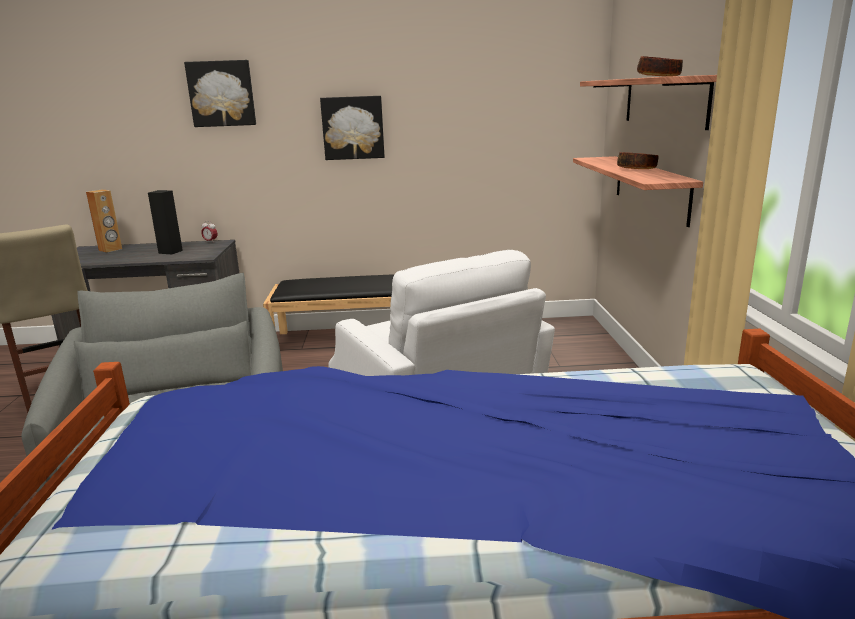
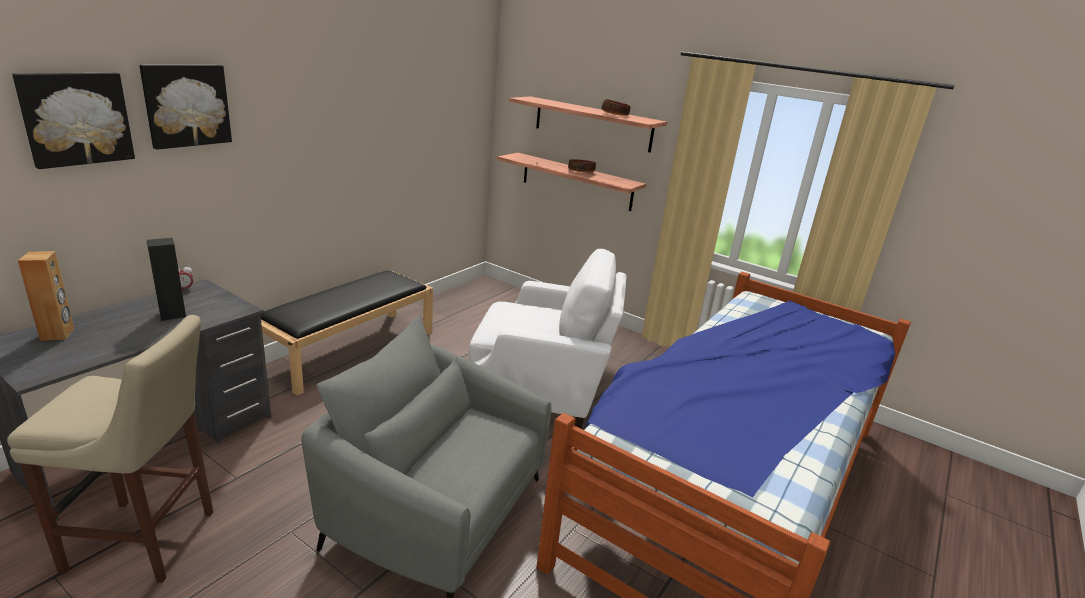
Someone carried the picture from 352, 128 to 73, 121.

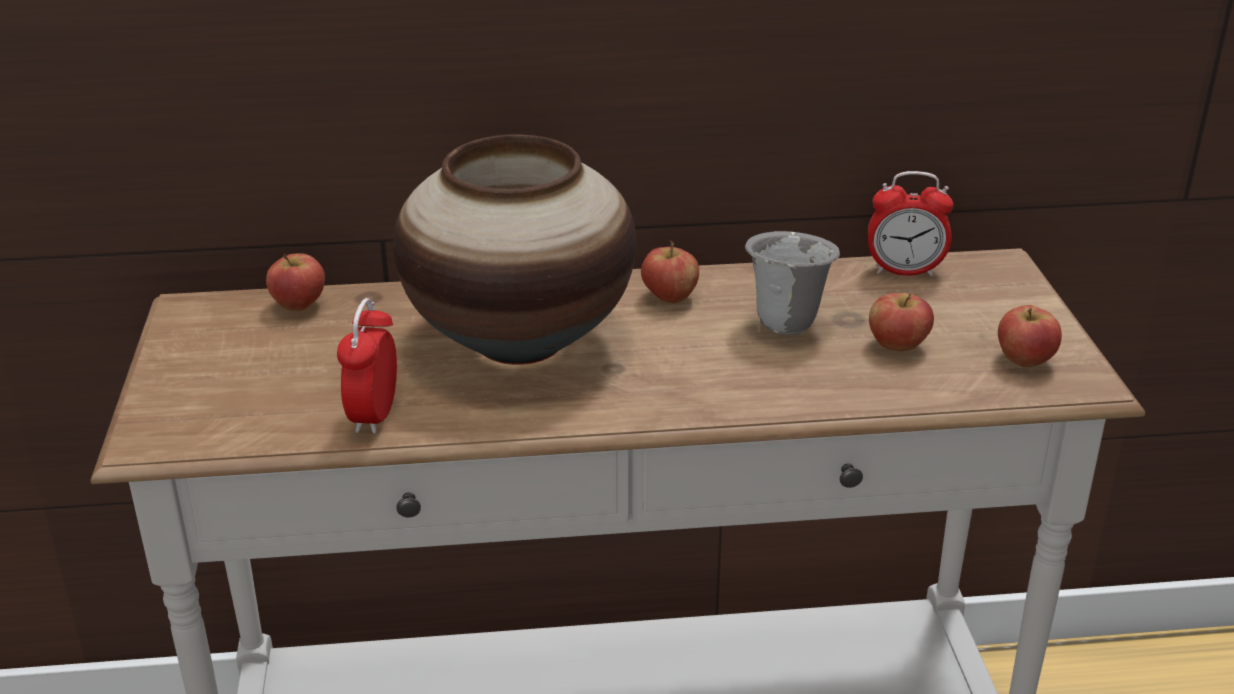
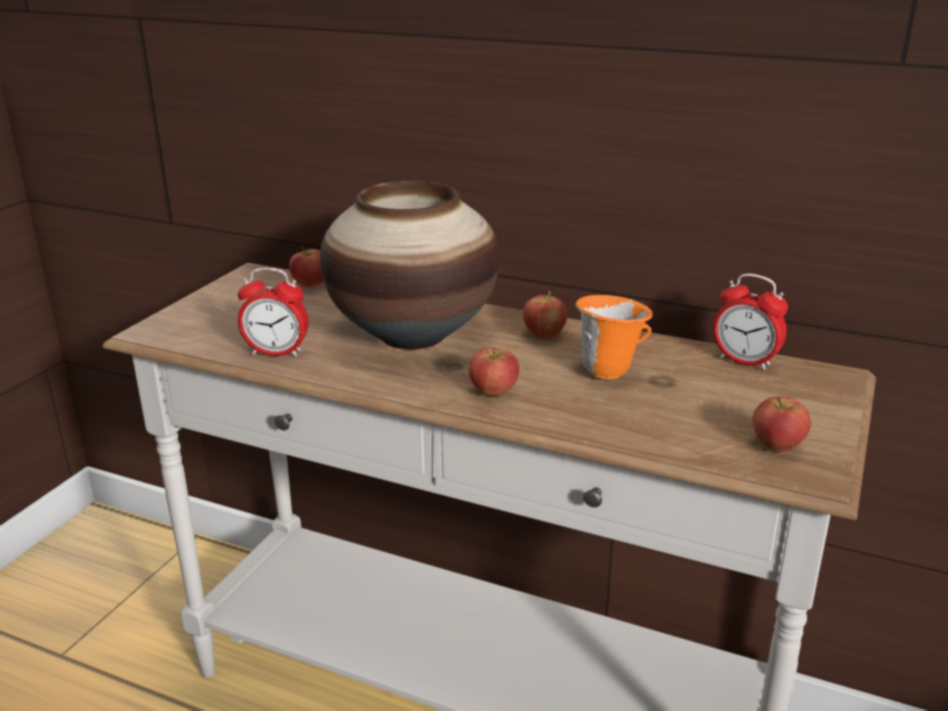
Someone rotated the alarm clock at 367, 366 by 120 degrees counterclockwise.
Someone repainted the grey mug at 792, 283, which became the orange mug at 614, 337.
Someone carried the apple from 901, 322 to 493, 371.

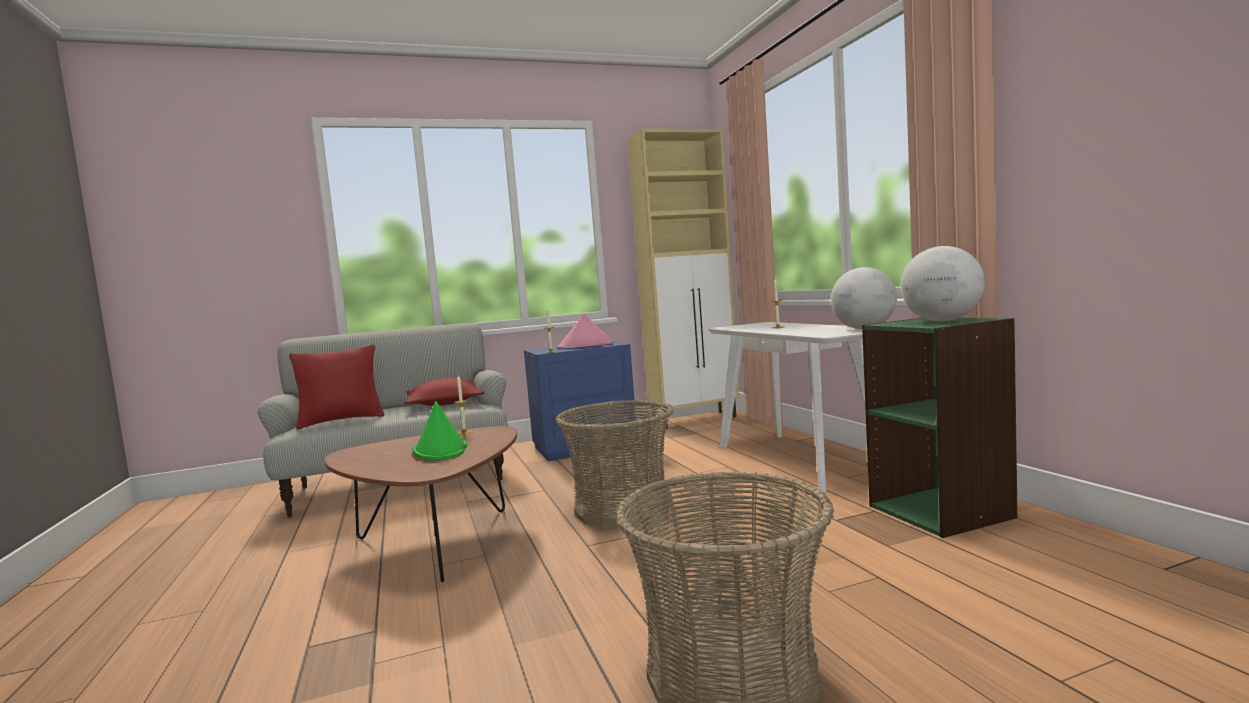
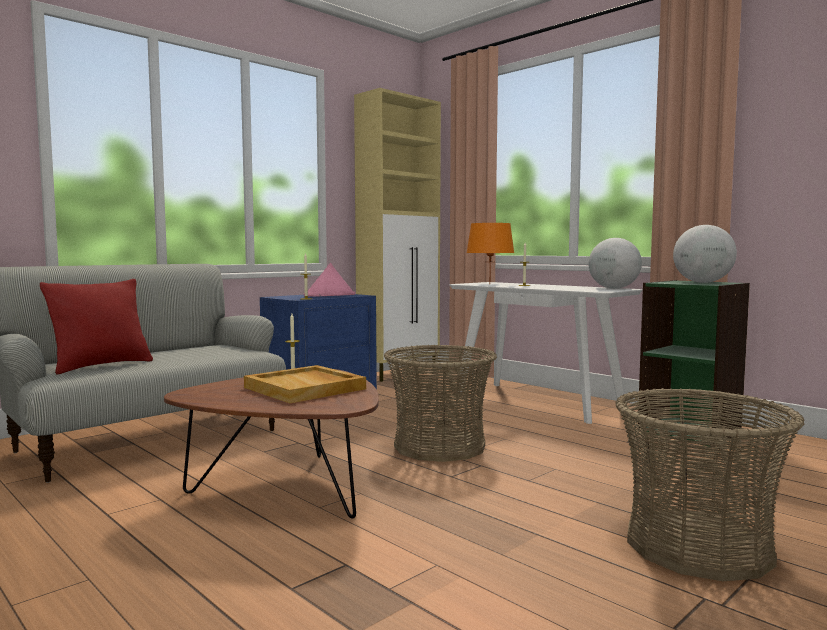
Someone took away the red pillow at 444, 392.
Someone swapped the green hat at 440, 431 for the beige tray at 305, 384.
Someone put down the orange table lamp at 490, 247.

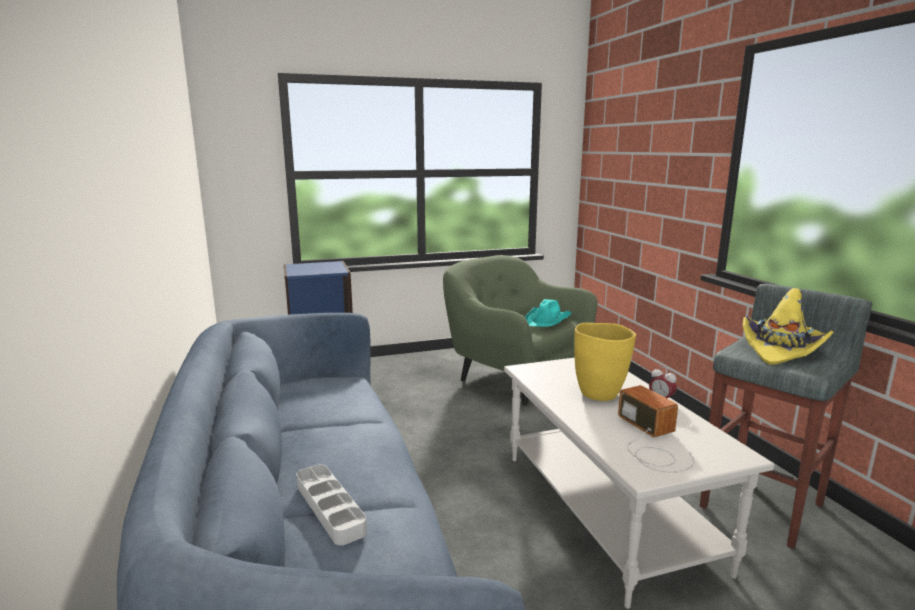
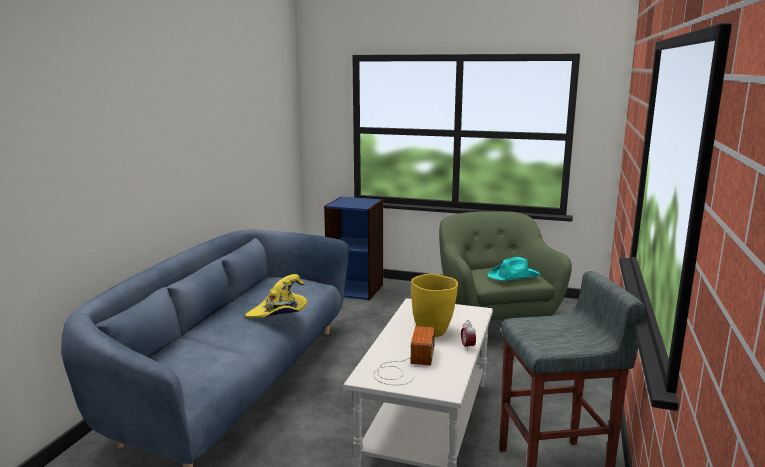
Someone took away the grey tray at 332, 504.
Someone carried the yellow hat from 788, 326 to 276, 296.

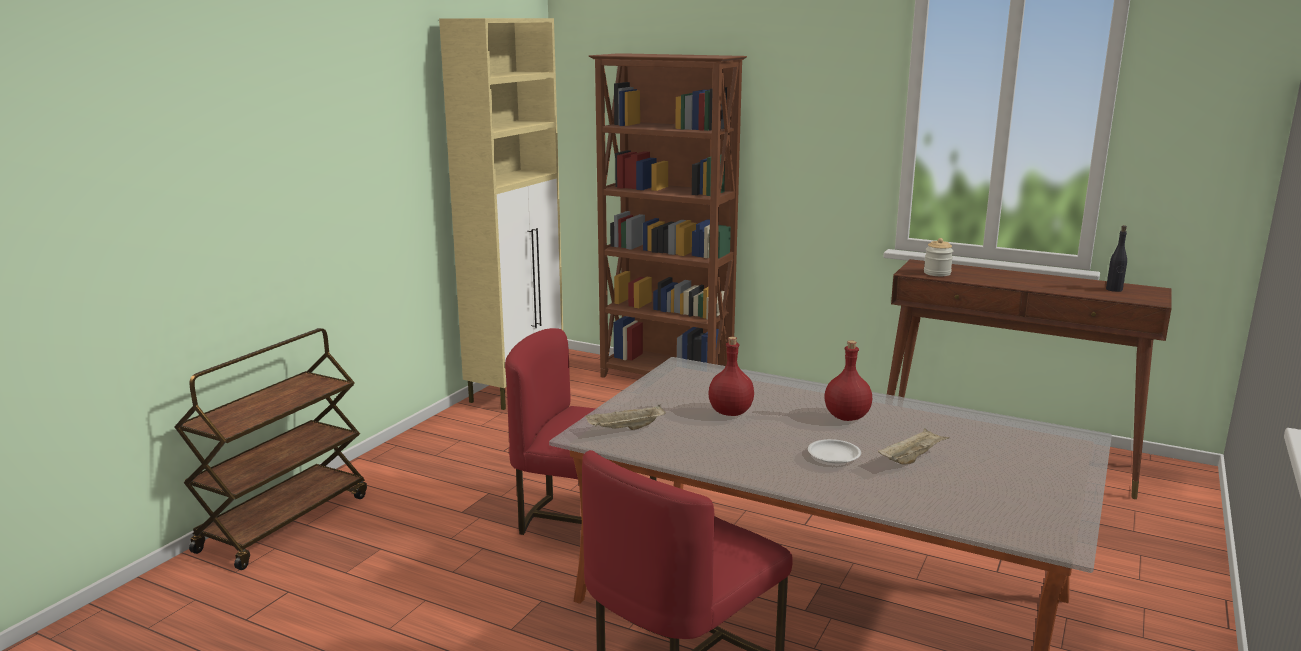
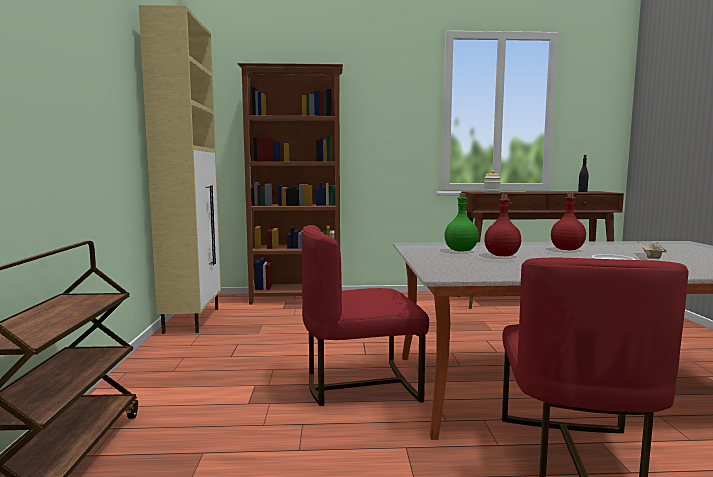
Someone took away the beige tray at 625, 417.
Someone put down the green bottle at 462, 222.

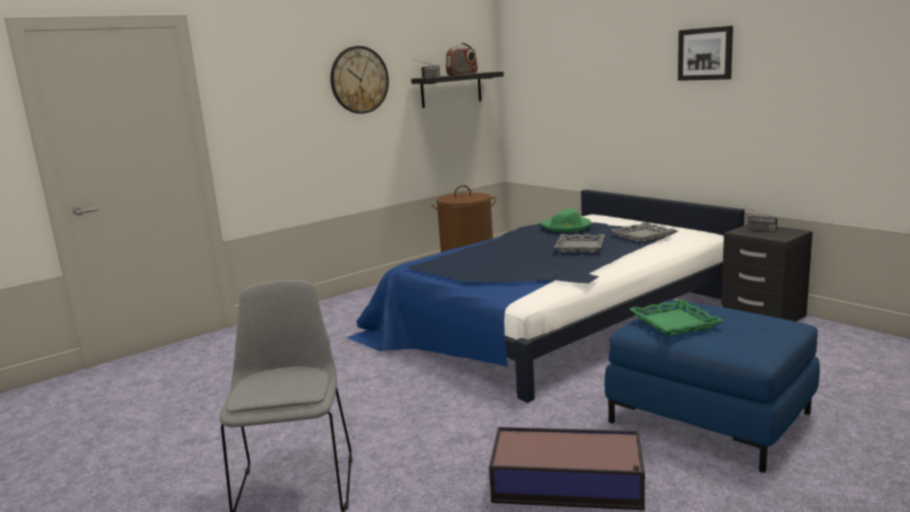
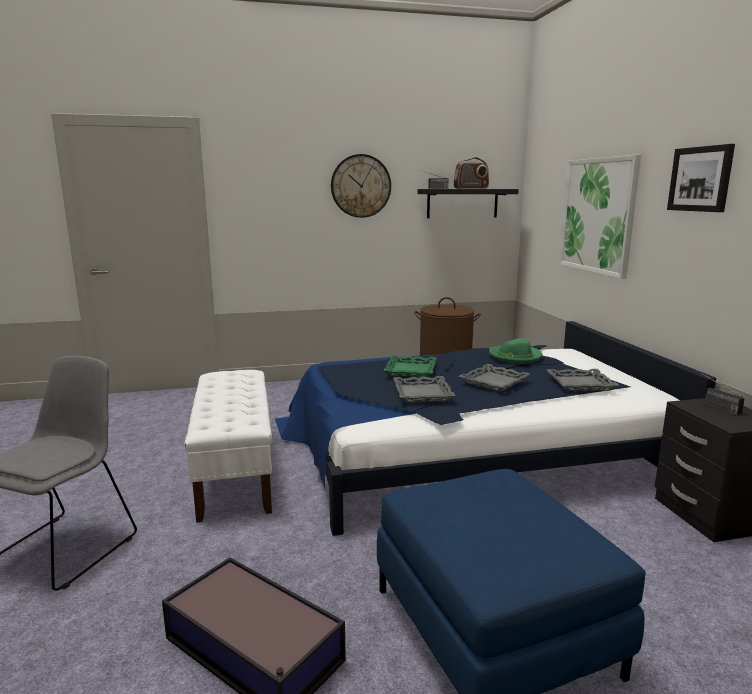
Someone carried the green tray from 676, 317 to 410, 366.
Someone put down the white bench at 228, 446.
Someone put down the grey tray at 424, 389.
Someone put up the picture at 600, 217.

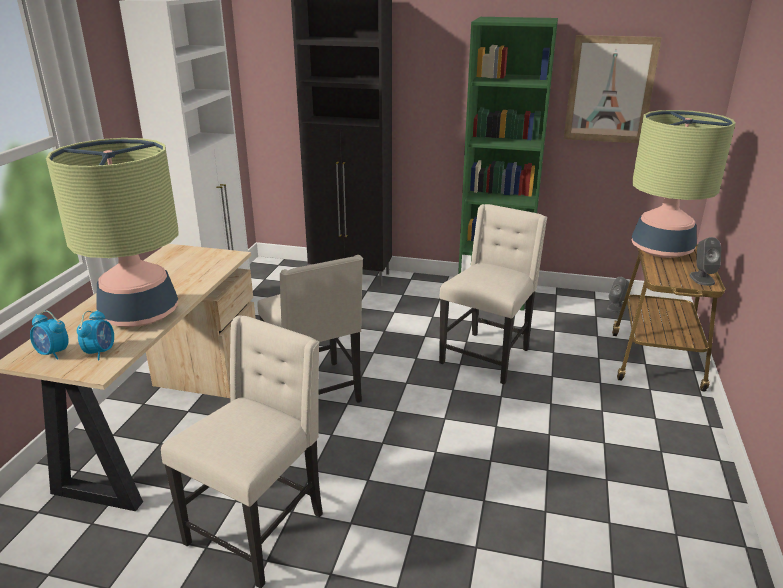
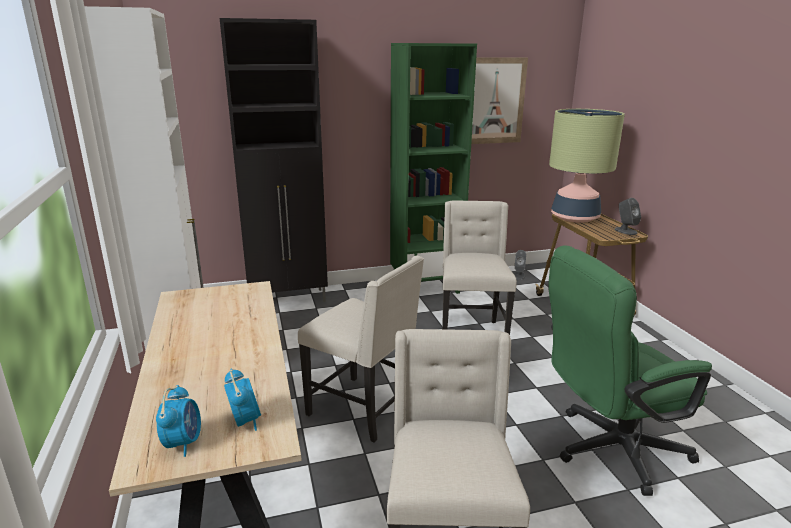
Someone rotated the alarm clock at 49, 335 by 90 degrees counterclockwise.
Someone took away the table lamp at 112, 232.
Someone put down the green office chair at 630, 370.

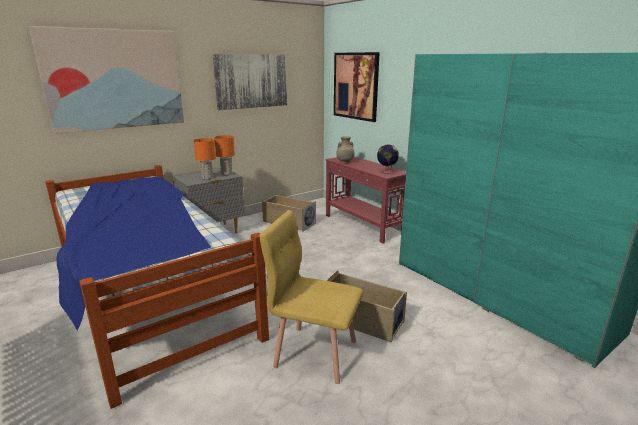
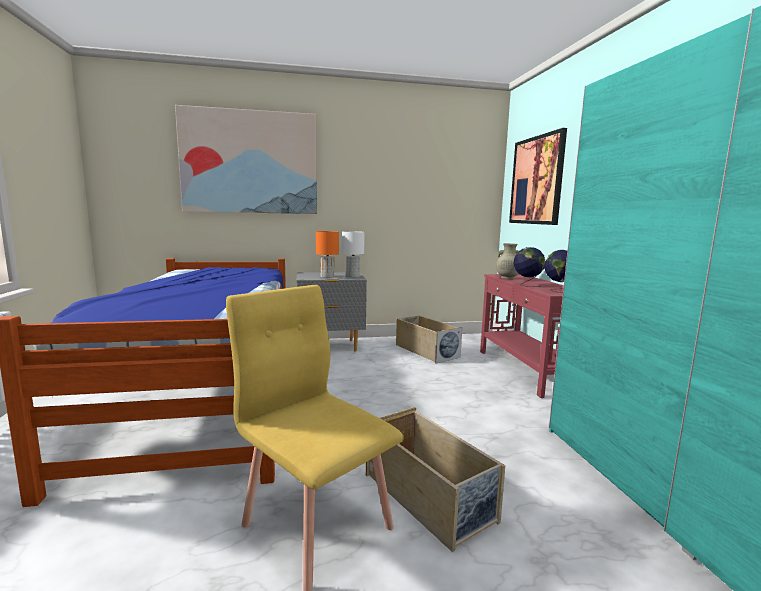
Someone took away the picture at 250, 82.
Someone repainted the orange table lamp at 224, 155, which became the white table lamp at 353, 254.
Someone put down the globe at 529, 267.

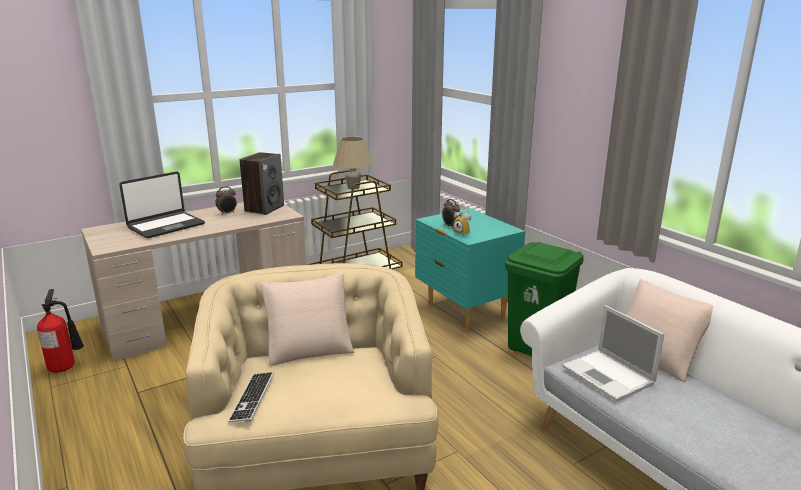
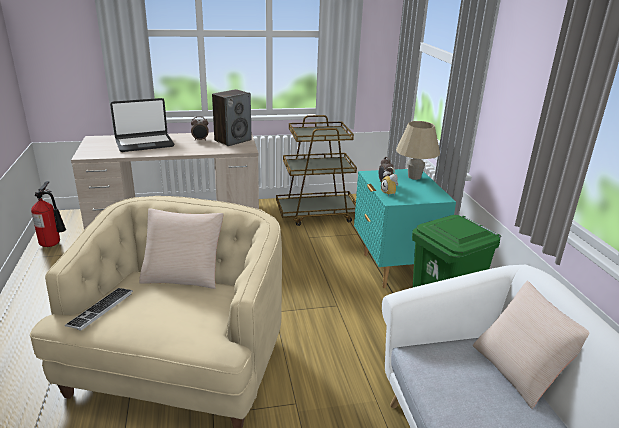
Someone carried the beige table lamp from 353, 162 to 418, 150.
Someone took away the laptop at 613, 353.

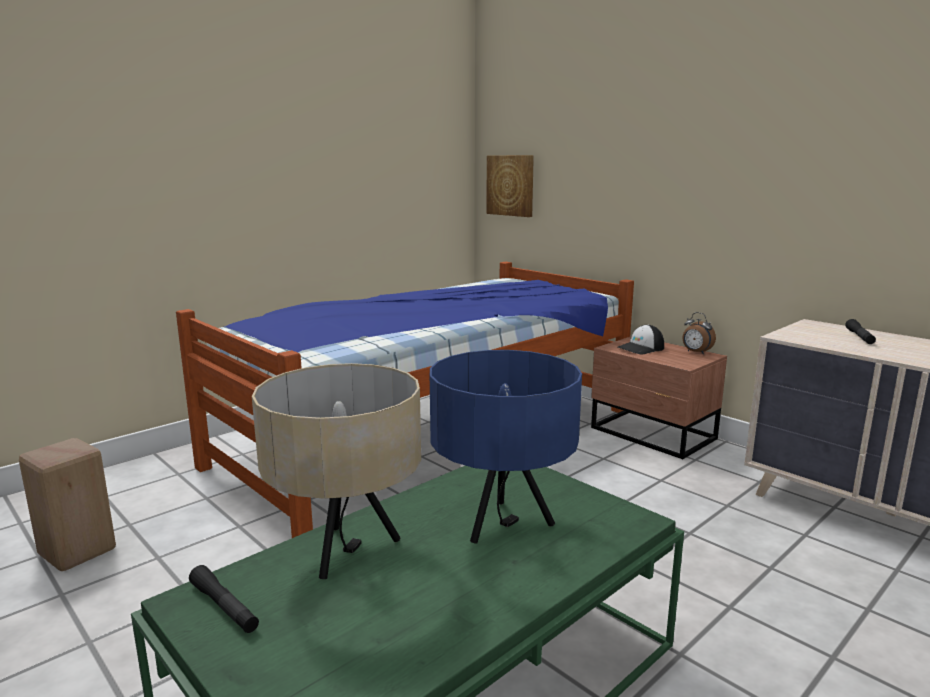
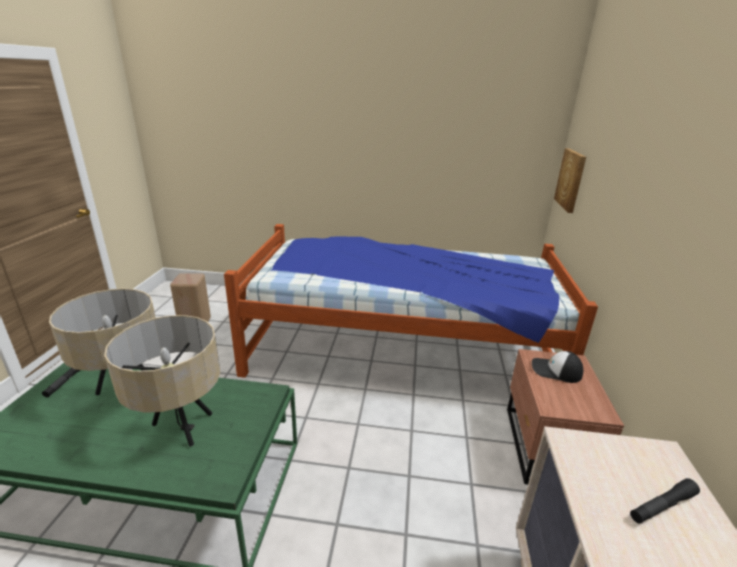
Someone repainted the blue table lamp at 506, 447, which became the beige table lamp at 162, 381.
Someone took away the alarm clock at 699, 333.

